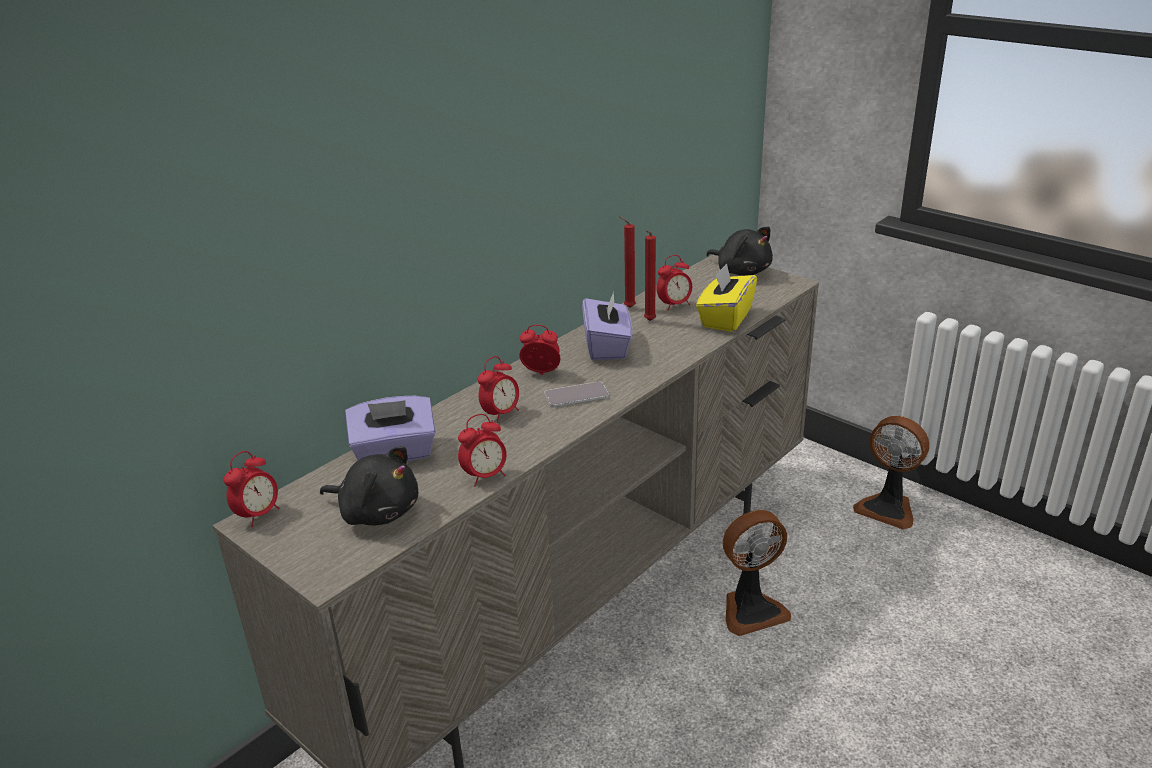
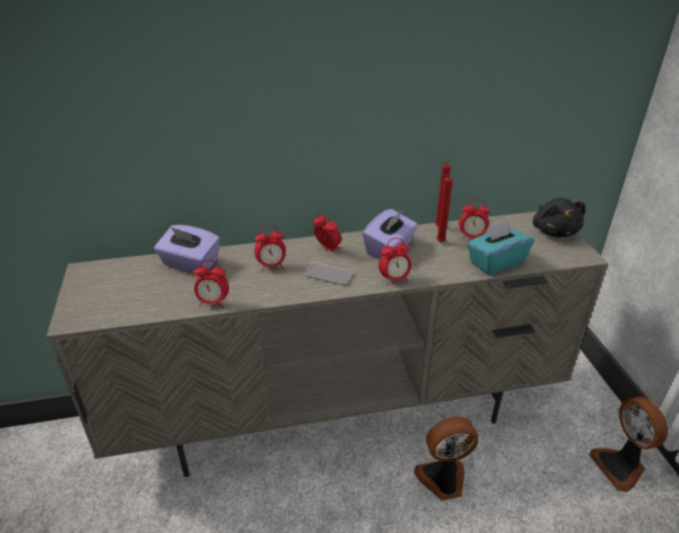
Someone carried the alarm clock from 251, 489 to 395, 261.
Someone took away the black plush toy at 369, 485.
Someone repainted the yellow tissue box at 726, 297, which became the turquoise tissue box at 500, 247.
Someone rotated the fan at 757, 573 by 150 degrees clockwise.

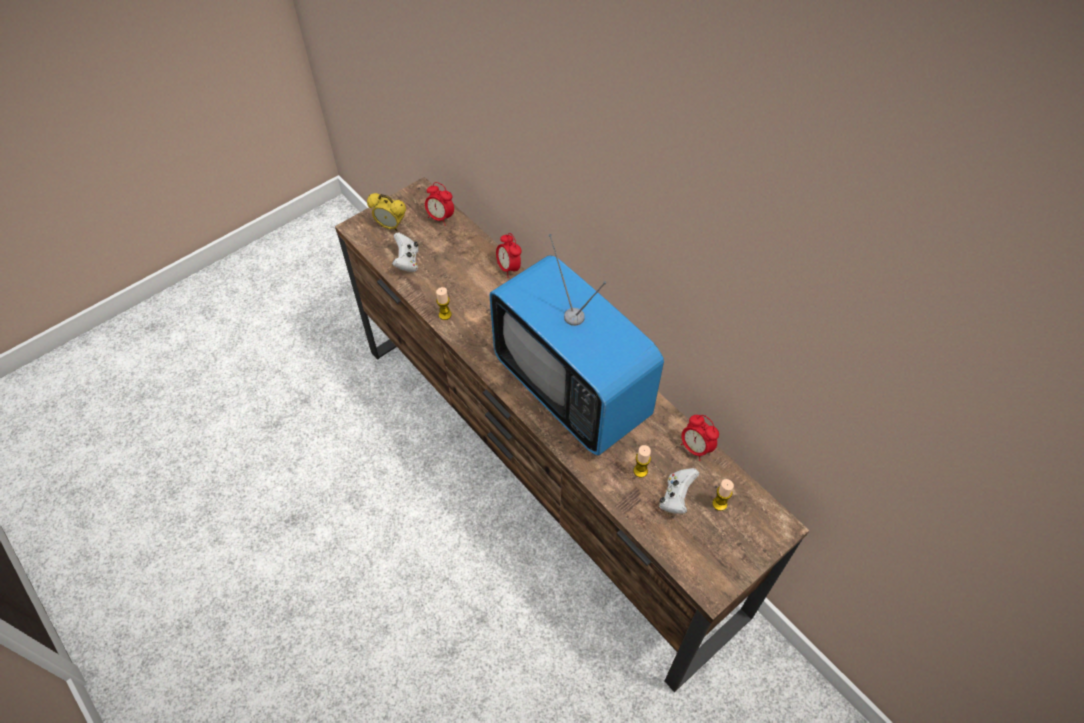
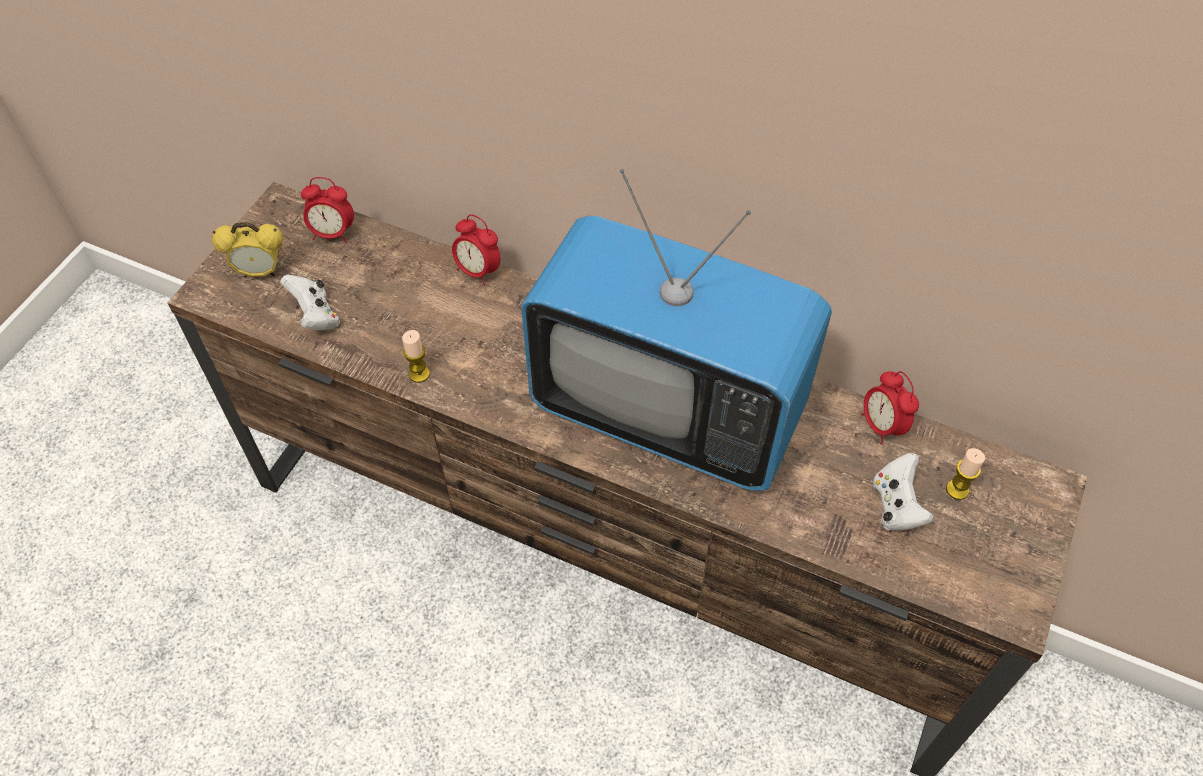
Someone took away the candle at 642, 461.
Someone rotated the alarm clock at 700, 438 by 45 degrees clockwise.

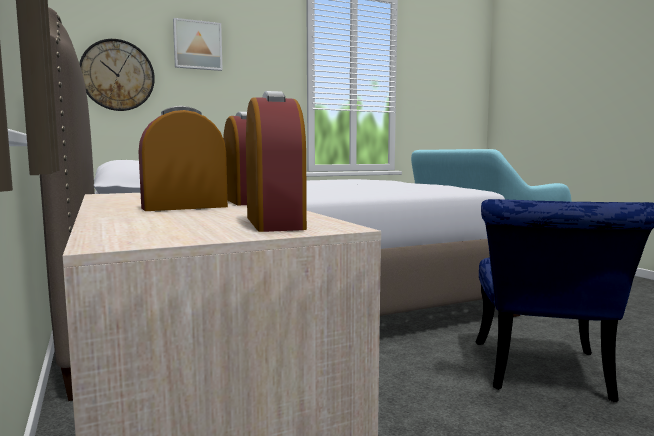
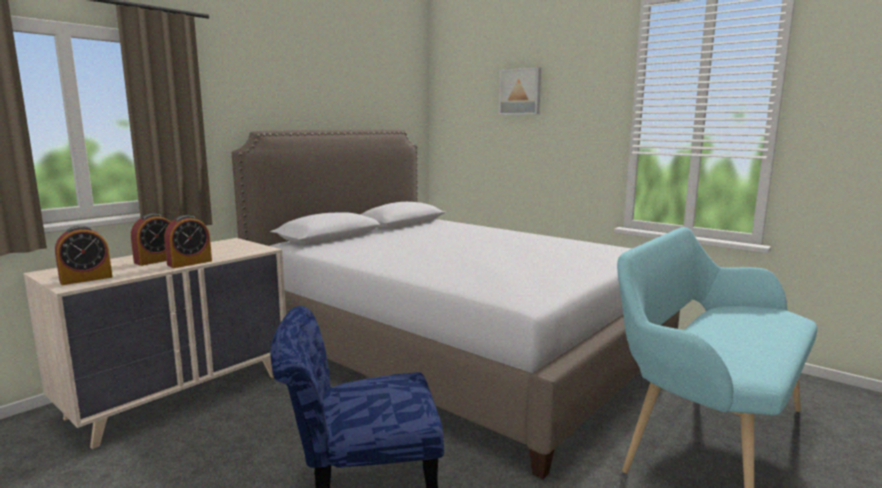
Someone took away the wall clock at 117, 75.
Someone rotated the alarm clock at 183, 158 by 90 degrees clockwise.

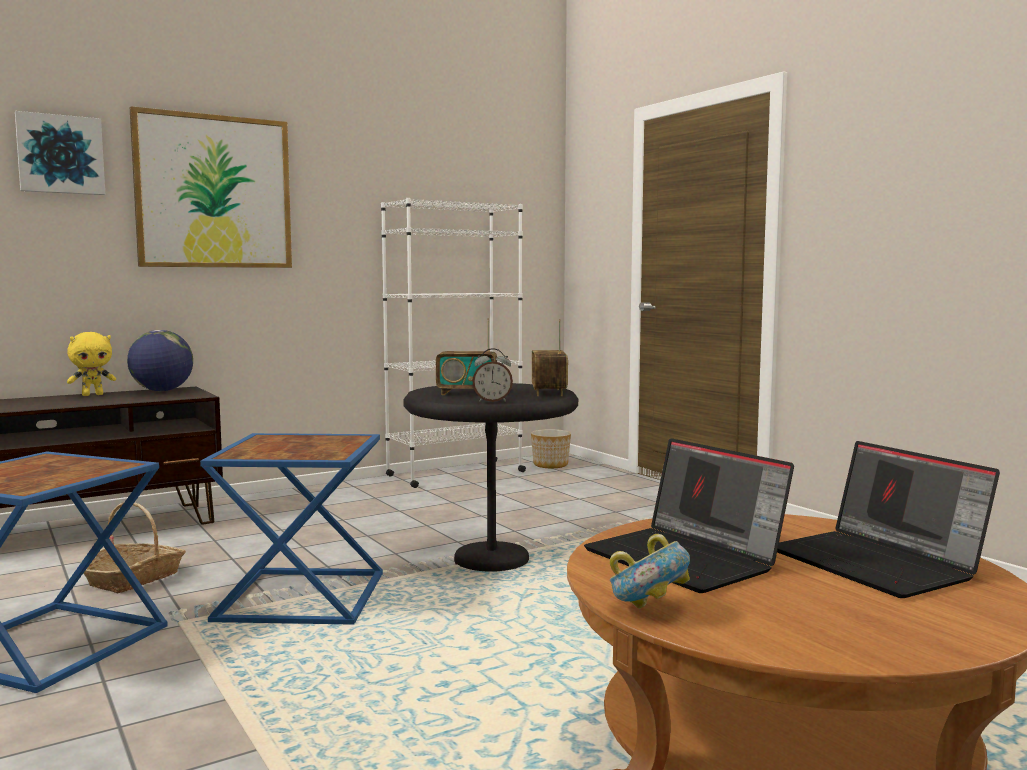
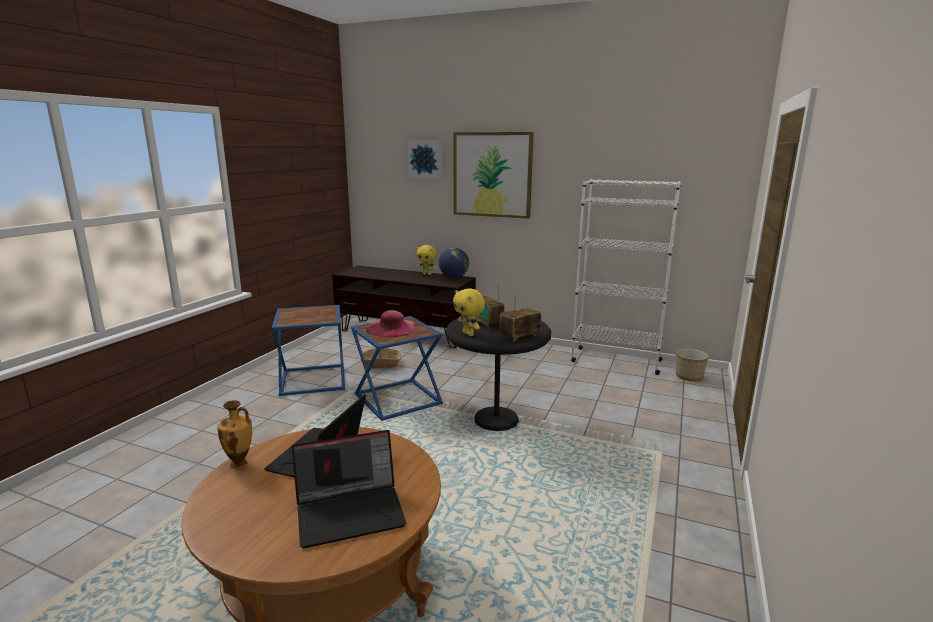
Someone swapped the alarm clock at 492, 375 for the yellow plush toy at 469, 312.
Someone swapped the bowl at 650, 571 for the vase at 235, 434.
Someone rotated the laptop at 888, 519 by 135 degrees counterclockwise.
Someone put down the pink hat at 391, 323.

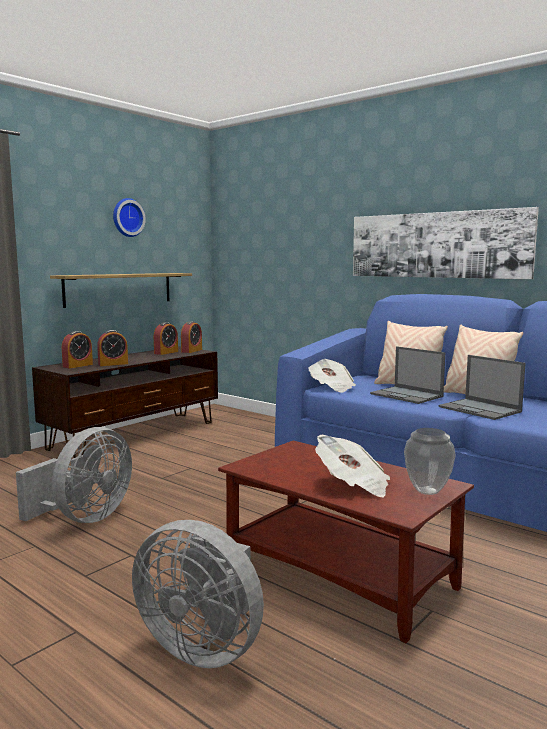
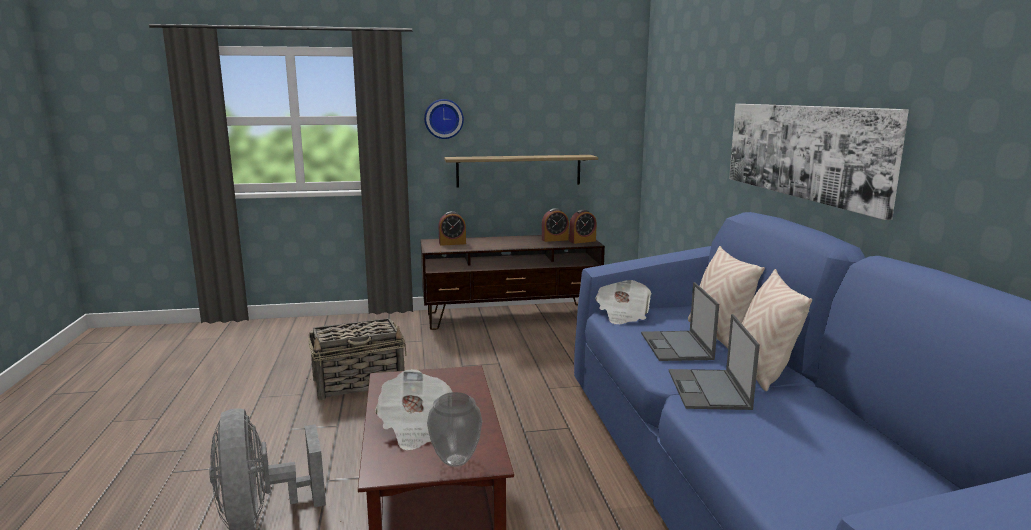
Someone swapped the grey fan at 74, 475 for the basket at 357, 359.
Someone took away the alarm clock at 112, 348.
Someone carried the wall clock from 129, 217 to 444, 119.

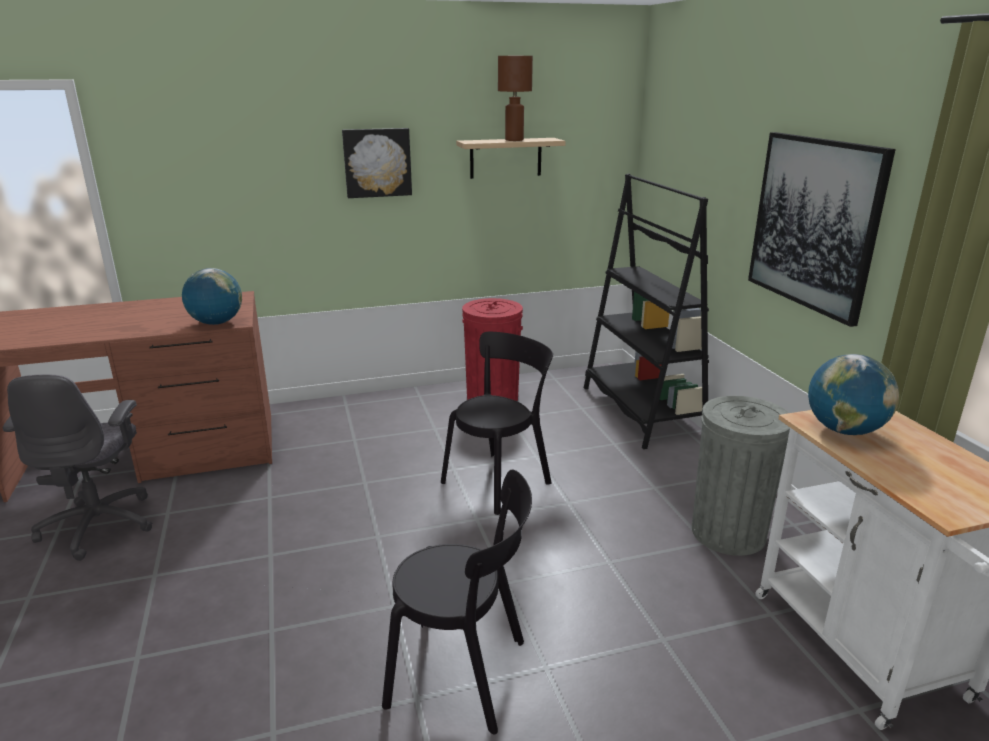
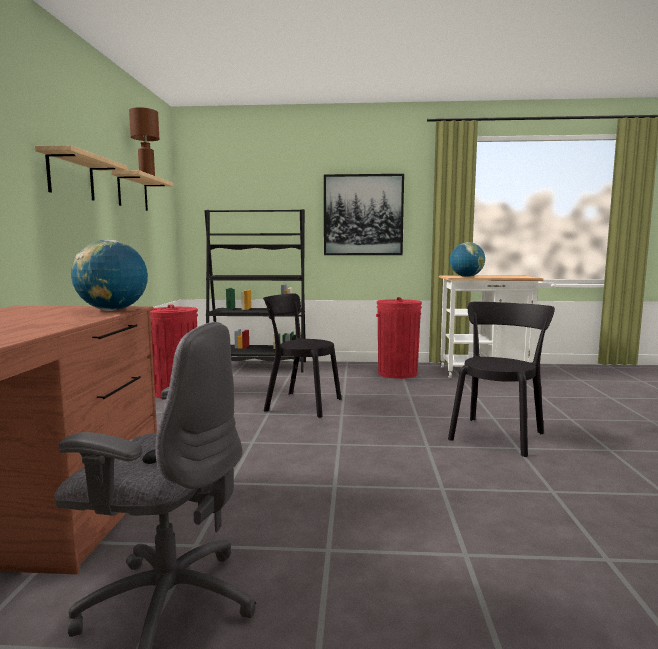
Someone swapped the picture at 377, 163 for the shelf at 81, 173.
Someone rotated the black chair at 497, 423 by 45 degrees counterclockwise.
Someone repainted the grey trash can at 741, 476, which became the red trash can at 399, 338.

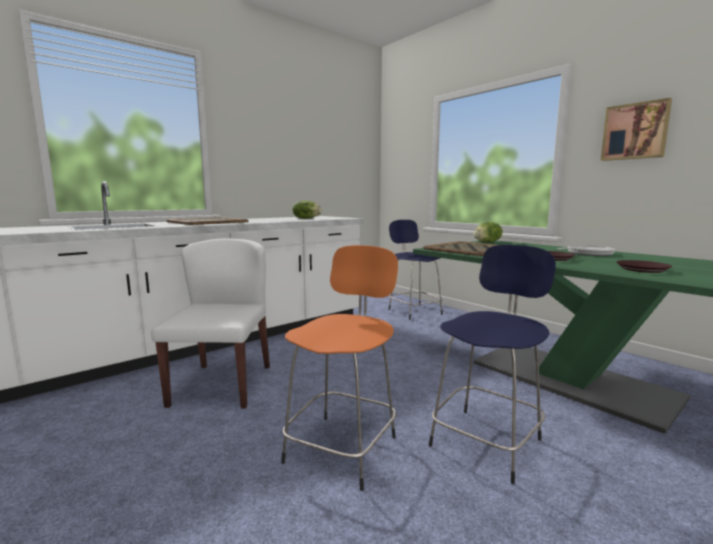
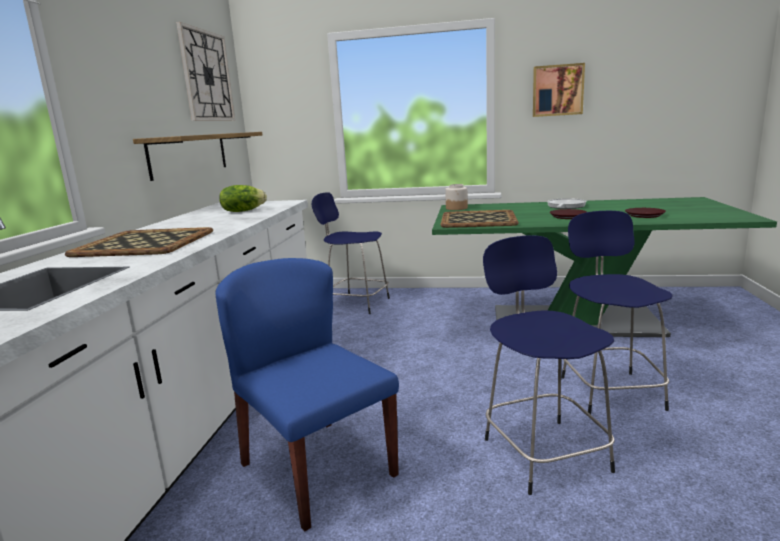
Someone repainted the white chair at 210, 323, which became the blue chair at 307, 394.
Someone repainted the orange stool at 339, 368, which became the blue stool at 549, 365.
Someone swapped the lettuce at 488, 232 for the jar at 456, 197.
Someone put up the shelf at 198, 156.
Someone put up the wall clock at 205, 71.

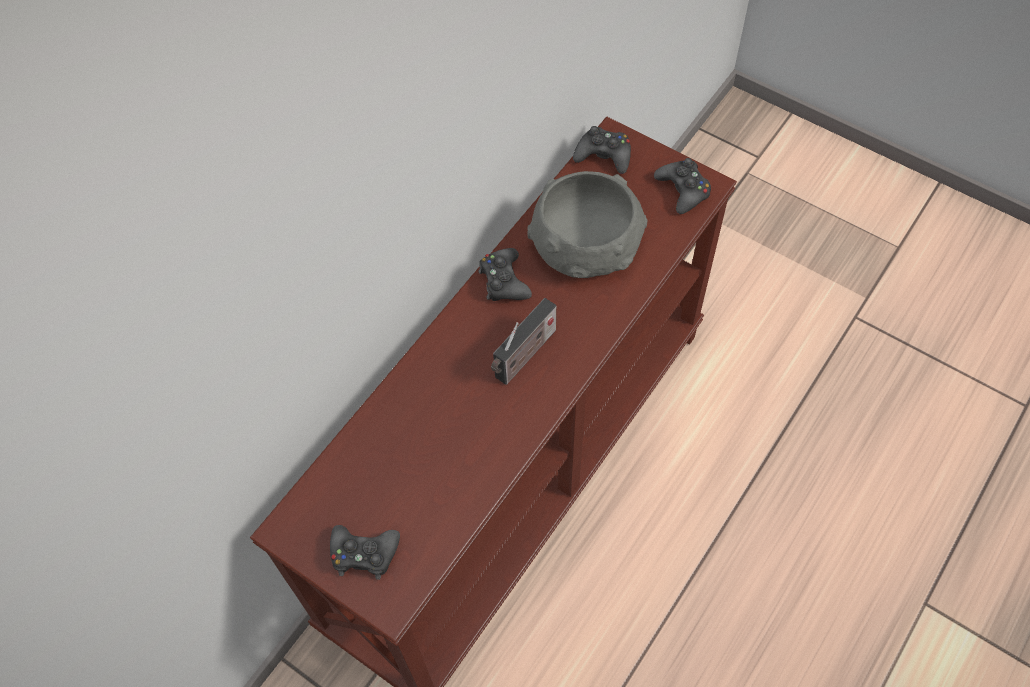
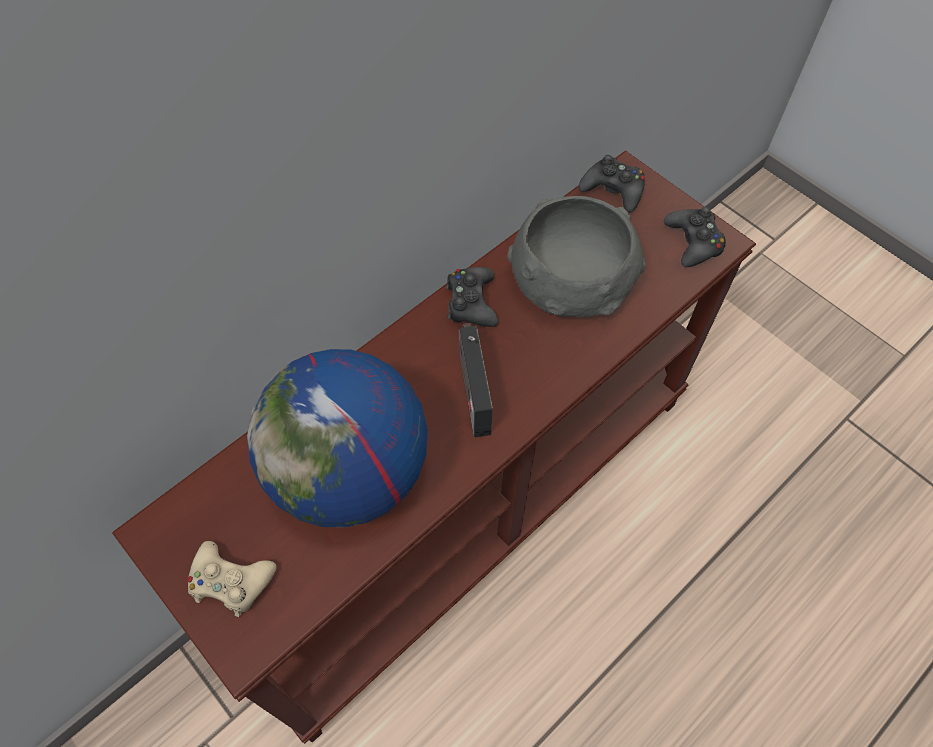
Someone repainted the black game controller at 365, 552, which became the beige game controller at 232, 579.
Someone rotated the radio at 523, 341 by 120 degrees clockwise.
Someone put down the globe at 337, 438.

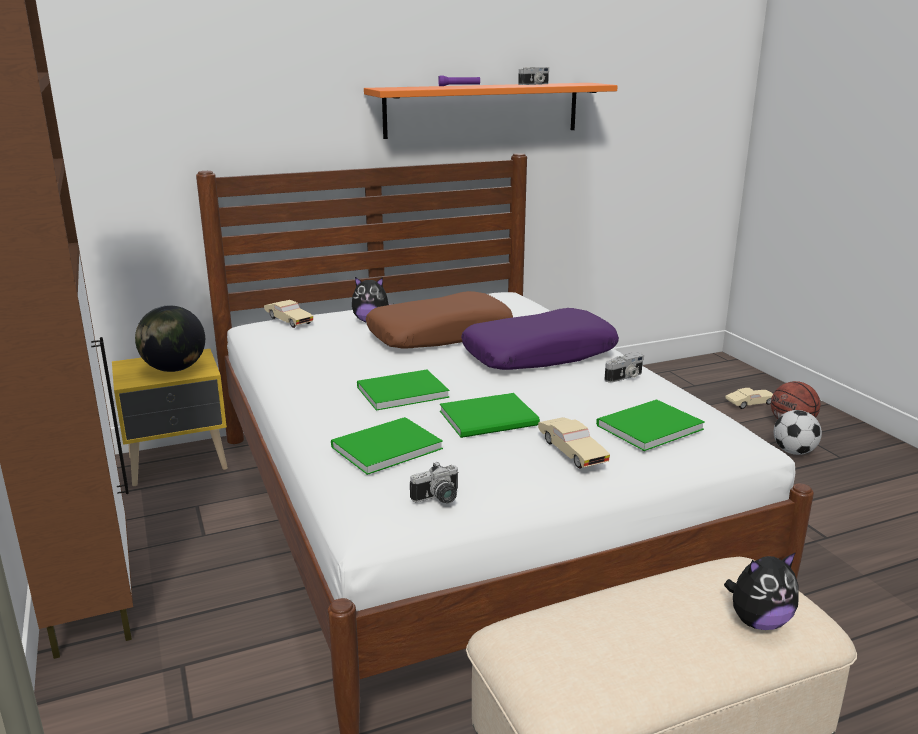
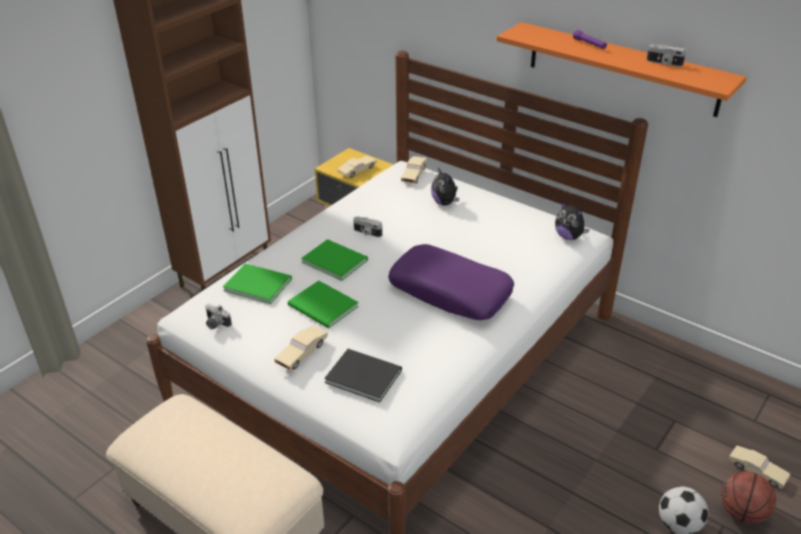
Someone swapped the globe at 170, 338 for the beige toy car at 357, 167.
Someone took away the brown pillow at 439, 320.
Someone repainted the green book at 650, 425, which became the black book at 363, 375.
Someone carried the photo camera from 624, 367 to 367, 226.
Someone carried the plush toy from 761, 591 to 572, 220.

